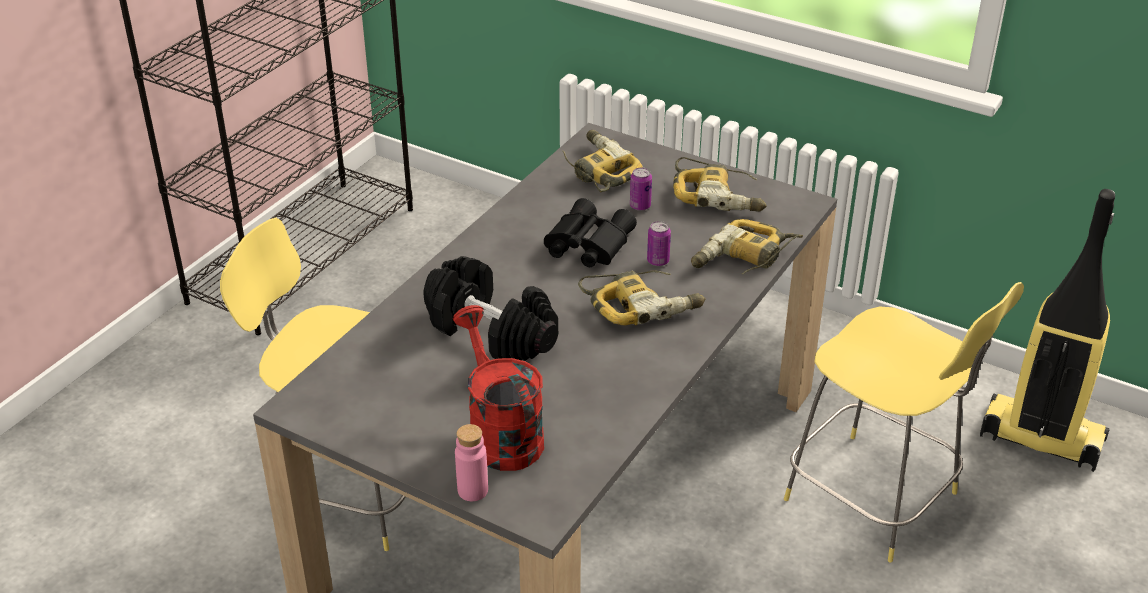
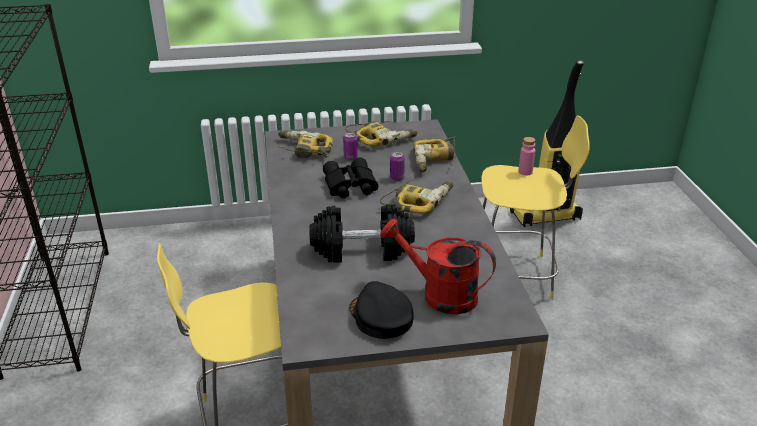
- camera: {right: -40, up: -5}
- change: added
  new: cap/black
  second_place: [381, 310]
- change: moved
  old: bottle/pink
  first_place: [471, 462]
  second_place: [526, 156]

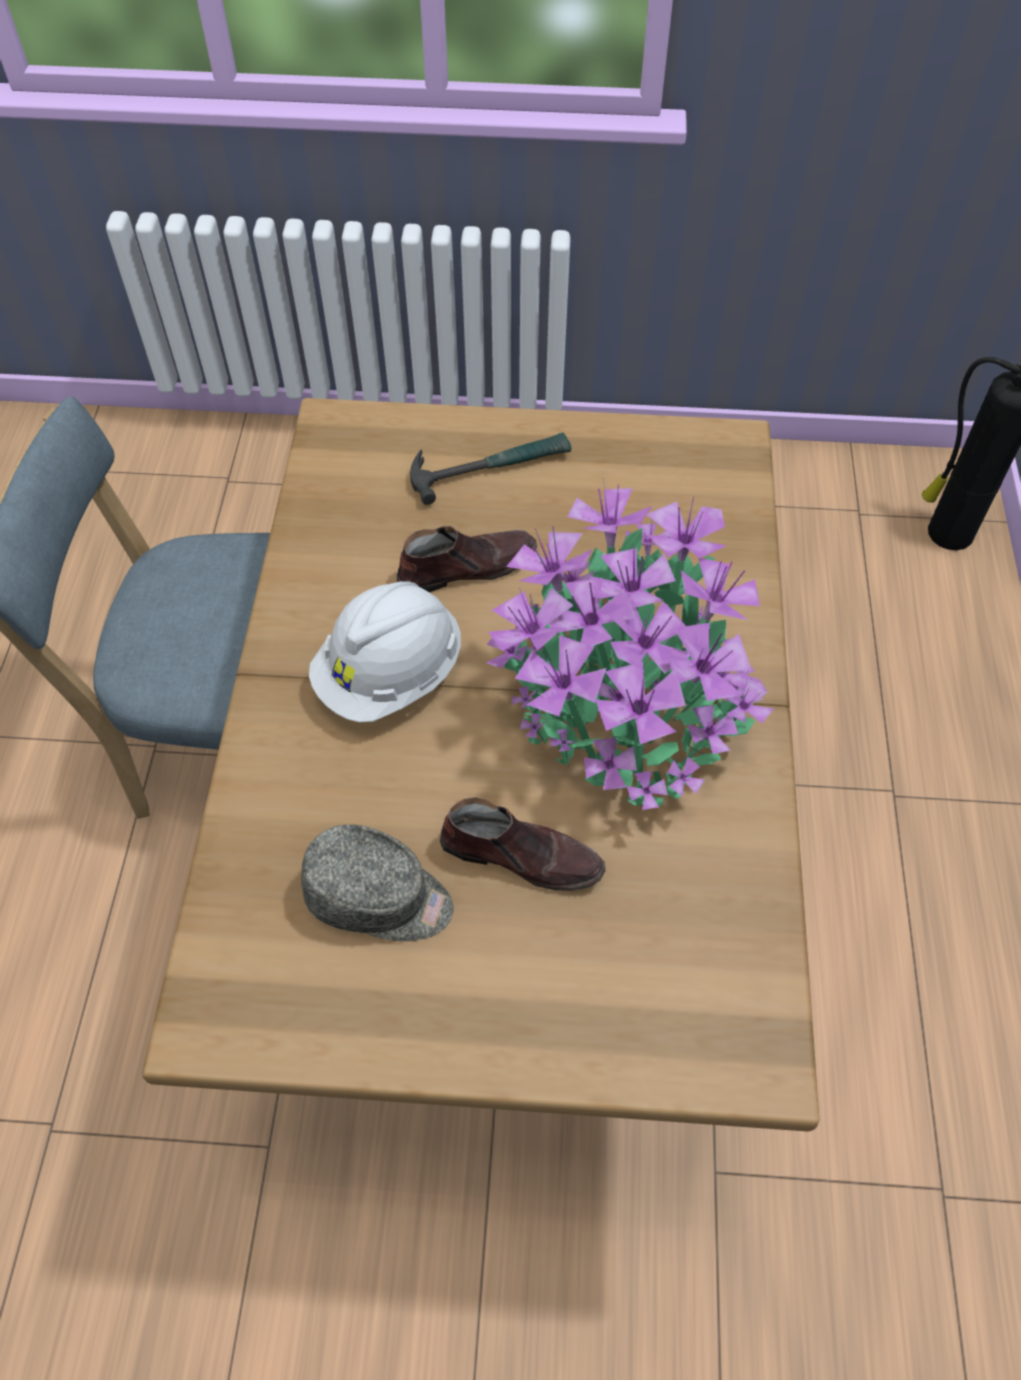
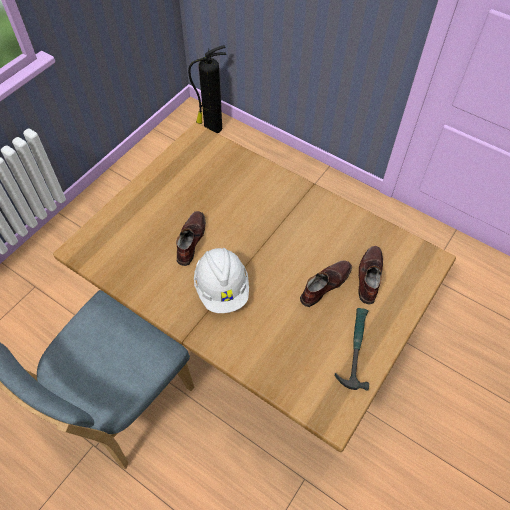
- camera: {right: -60, up: 0}
- change: moved
  old: hammer
  first_place: [490, 469]
  second_place: [351, 349]
- change: added
  new: shoe/brown
  second_place: [370, 275]
- change: removed
  old: cap/grey
  first_place: [377, 882]
- change: removed
  old: potted plant
  first_place: [629, 643]

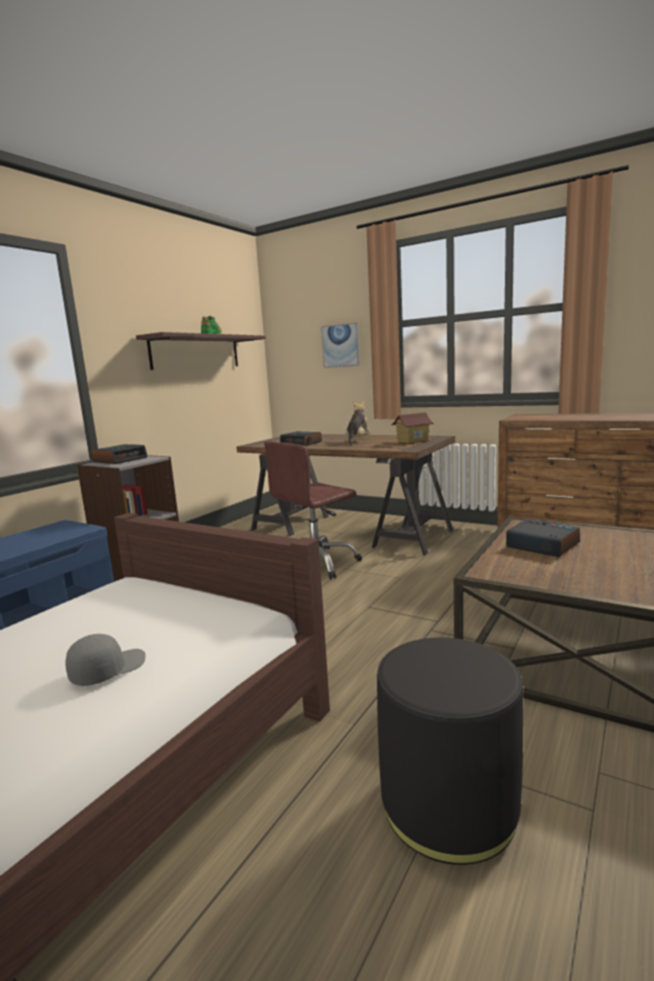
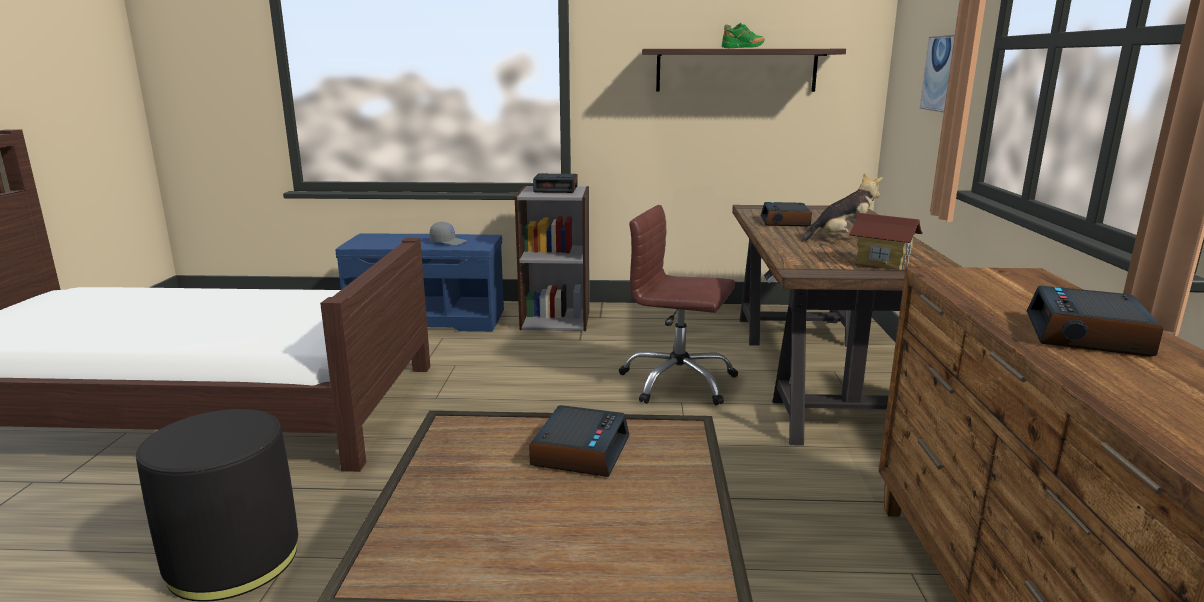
- camera: {right: 60, up: 5}
- change: moved
  old: cap/grey
  first_place: [106, 660]
  second_place: [448, 233]
- change: added
  new: alarm clock
  second_place: [1095, 321]

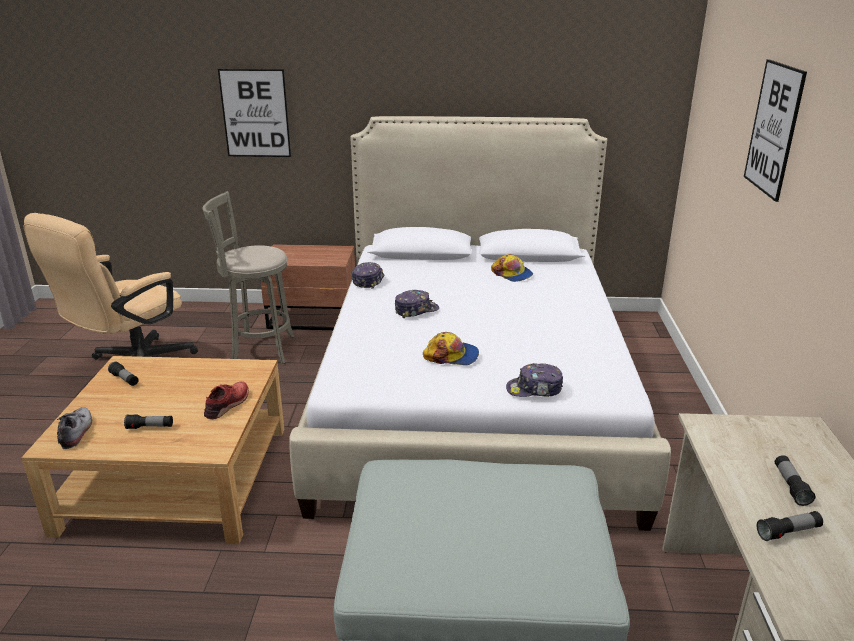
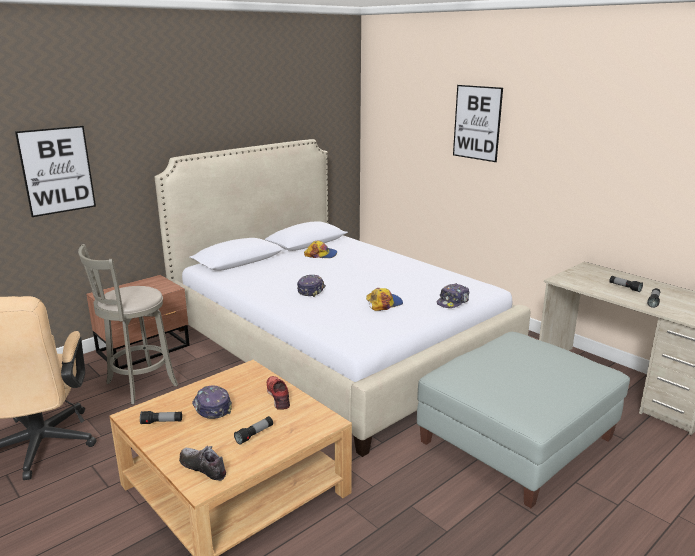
- camera: {right: -45, up: -5}
- change: moved
  old: cap
  first_place: [368, 275]
  second_place: [212, 402]

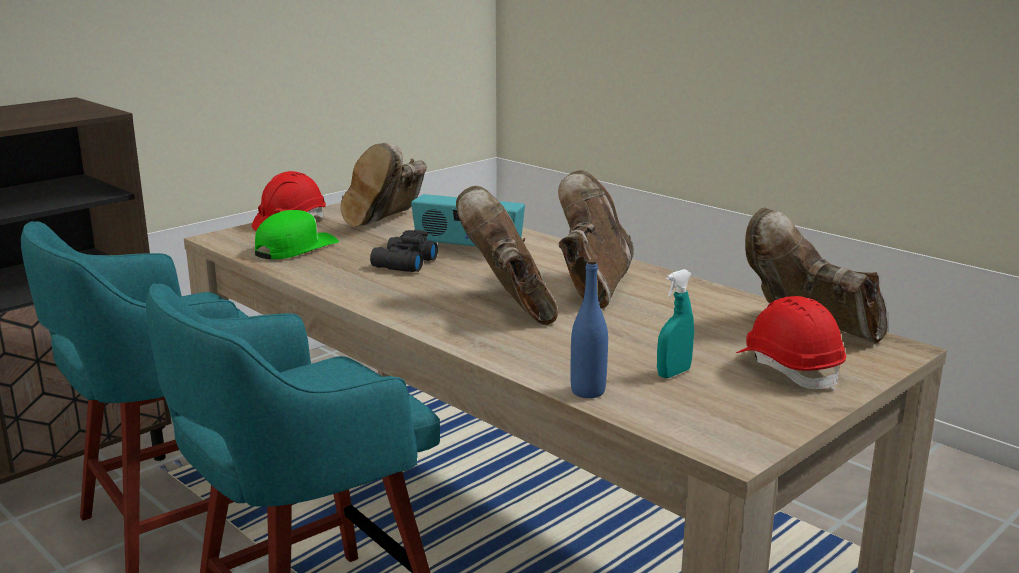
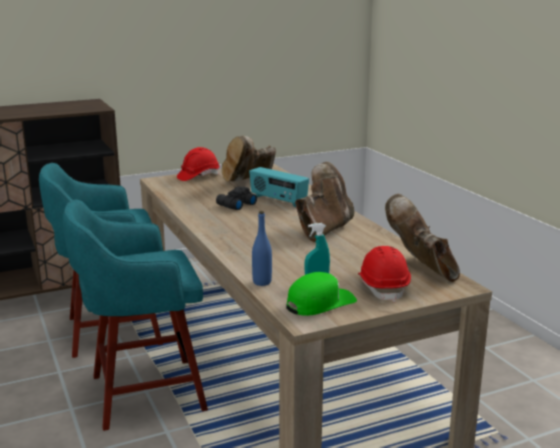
- camera: {right: 20, up: 0}
- change: moved
  old: cap/green
  first_place: [297, 234]
  second_place: [321, 294]
- change: removed
  old: boot/brown
  first_place: [507, 255]

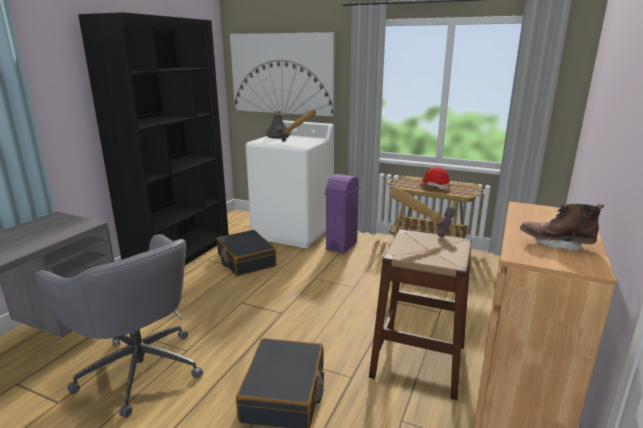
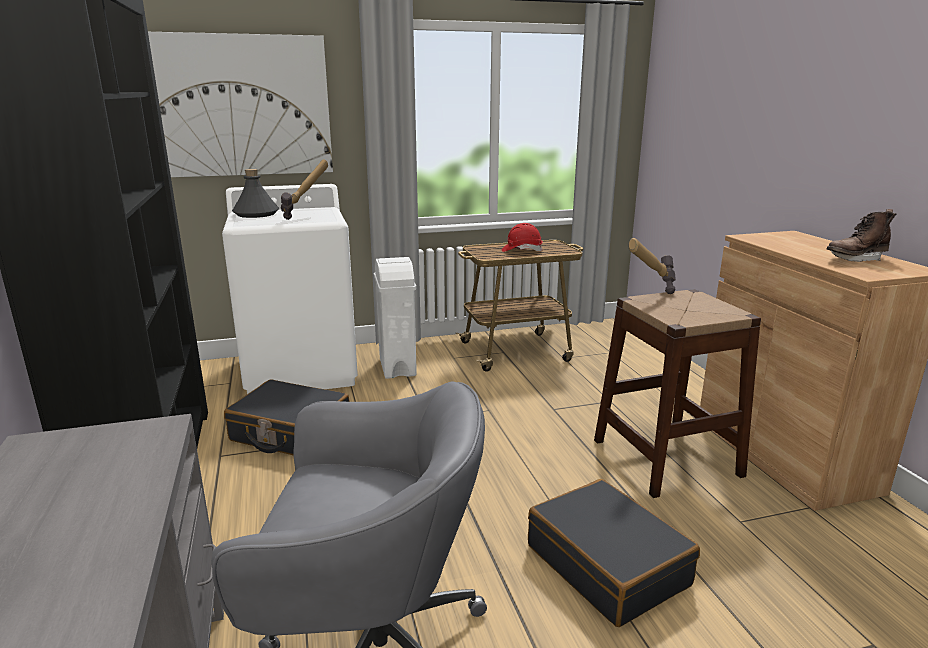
- camera: {right: -40, up: 0}
- change: recoloured
  old: trash can/purple
  new: trash can/white
  first_place: [342, 214]
  second_place: [395, 318]

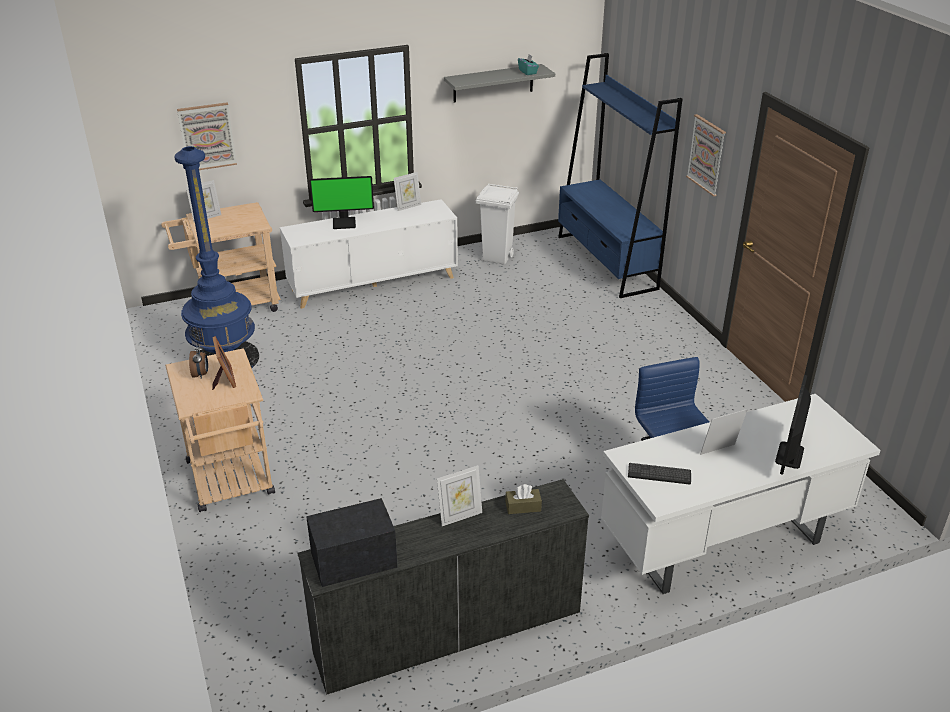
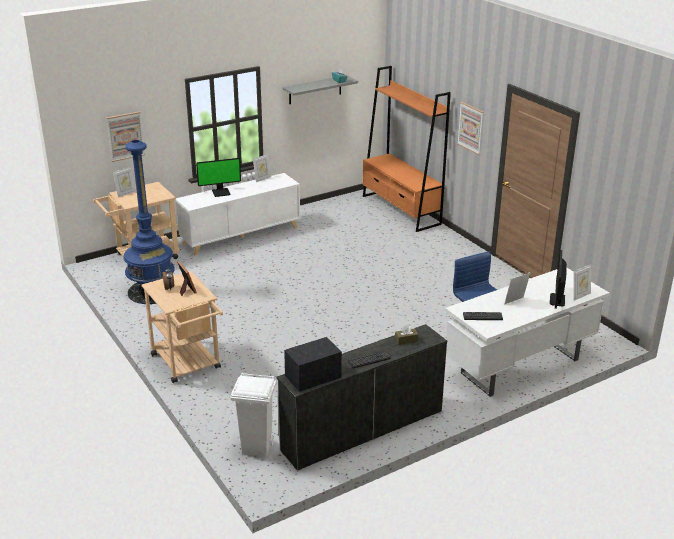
- camera: {right: -10, up: -5}
- change: moved
  old: trash can/white
  first_place: [497, 224]
  second_place: [253, 415]
- change: added
  new: keyboard
  second_place: [369, 359]
- change: recoloured
  old: bookcase/blue
  new: bookcase/orange
  first_place: [620, 175]
  second_place: [407, 149]
- change: moved
  old: picture frame
  first_place: [459, 495]
  second_place: [582, 282]

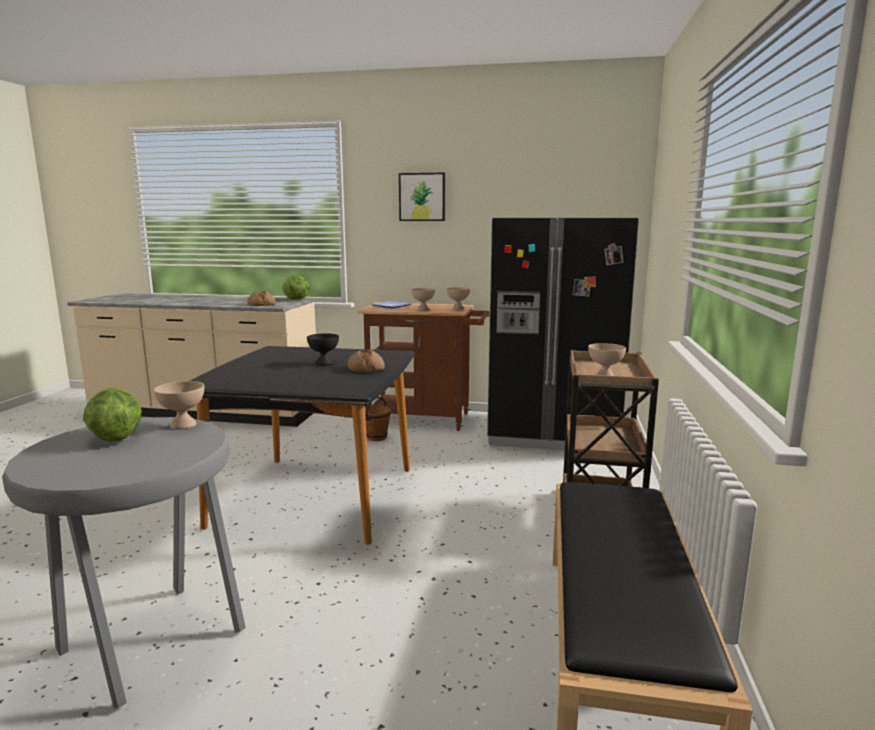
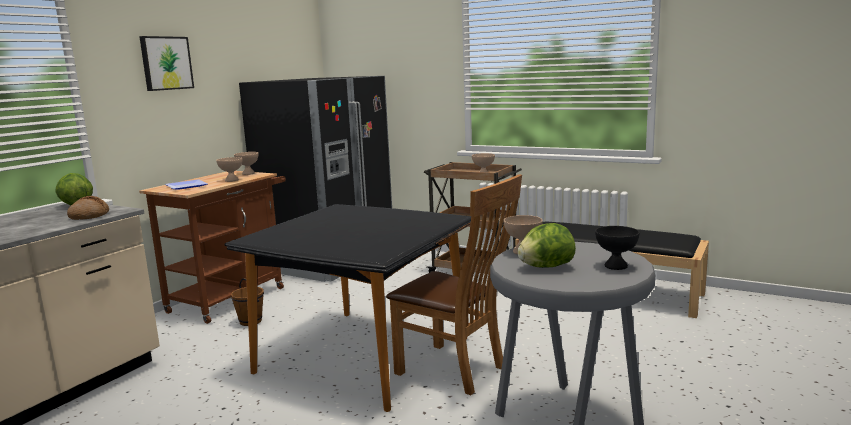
- camera: {right: -70, up: 0}
- change: added
  new: chair/brown
  second_place: [454, 284]
- change: moved
  old: bowl/black
  first_place: [323, 349]
  second_place: [617, 248]
- change: removed
  old: bread
  first_place: [366, 361]

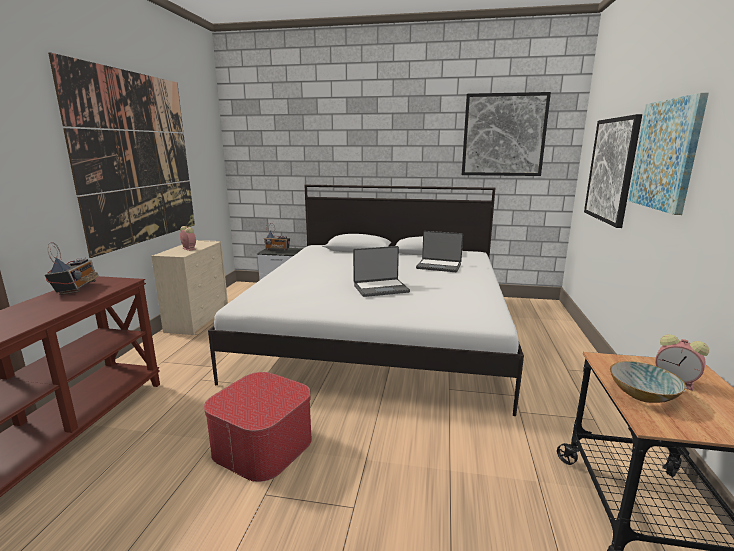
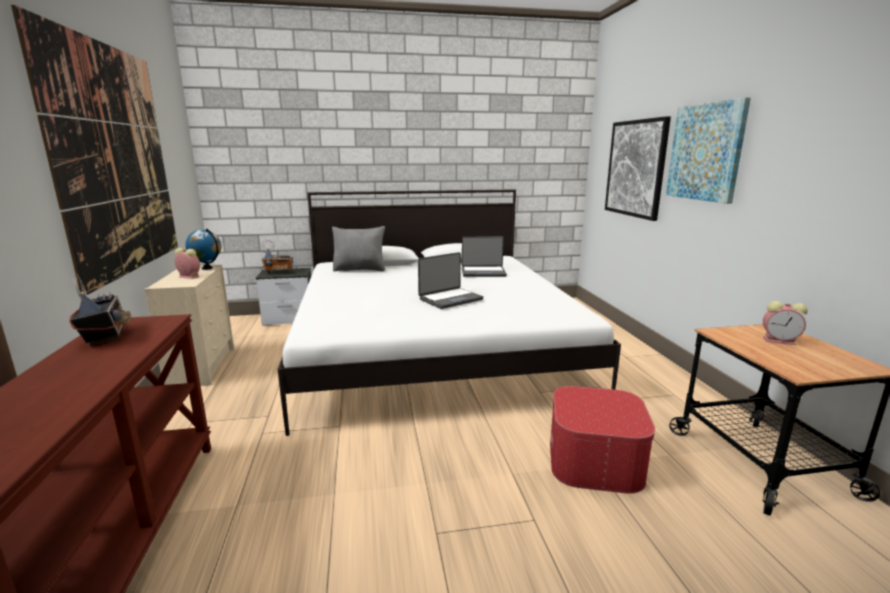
- camera: {right: -20, up: 0}
- change: added
  new: globe
  second_place: [203, 249]
- change: added
  new: pillow/grey
  second_place: [358, 248]
- change: moved
  old: ottoman
  first_place: [258, 427]
  second_place: [602, 440]
- change: removed
  old: picture
  first_place: [506, 134]
- change: removed
  old: bowl
  first_place: [648, 382]

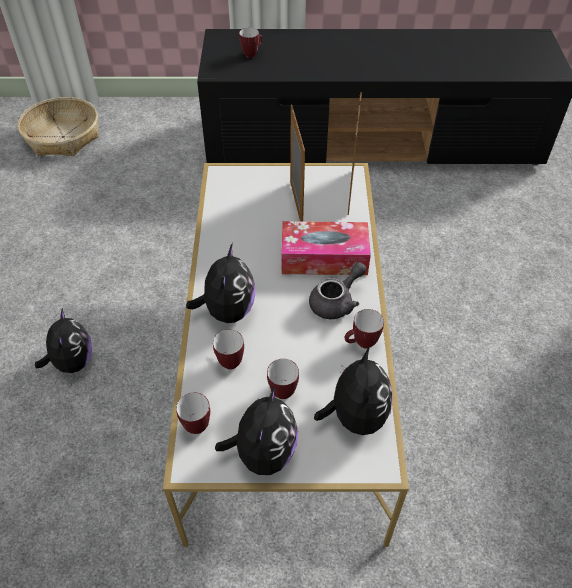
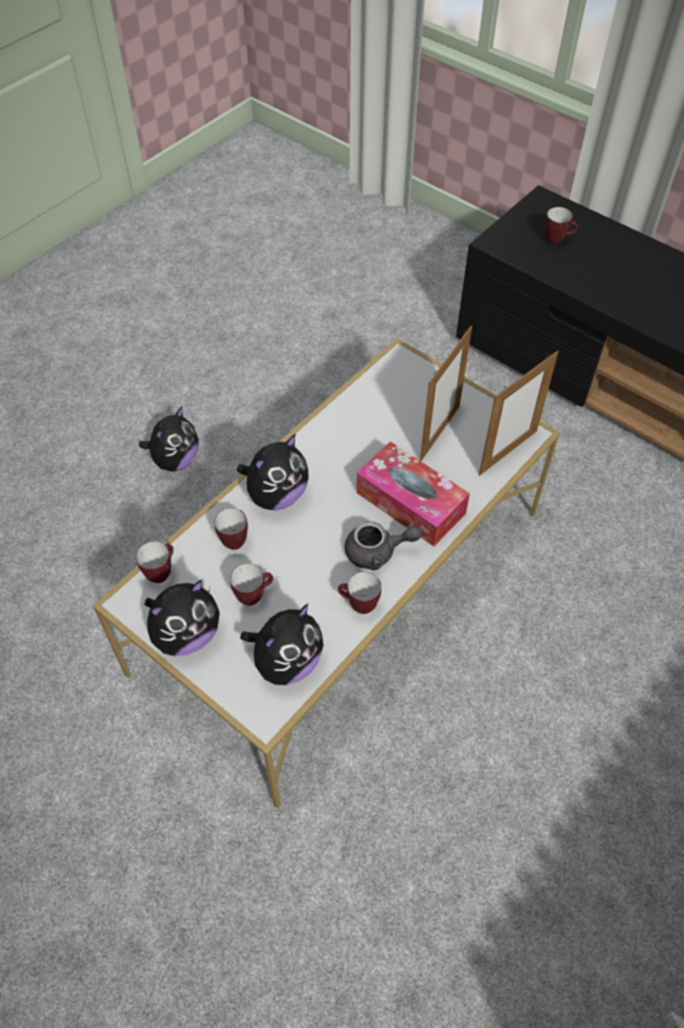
- camera: {right: 40, up: 5}
- change: removed
  old: basket
  first_place: [58, 126]

